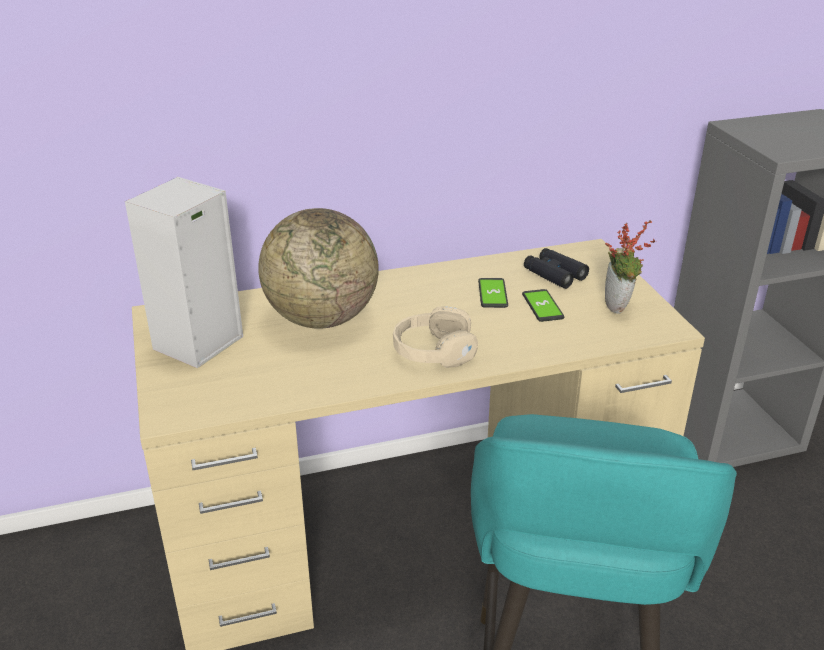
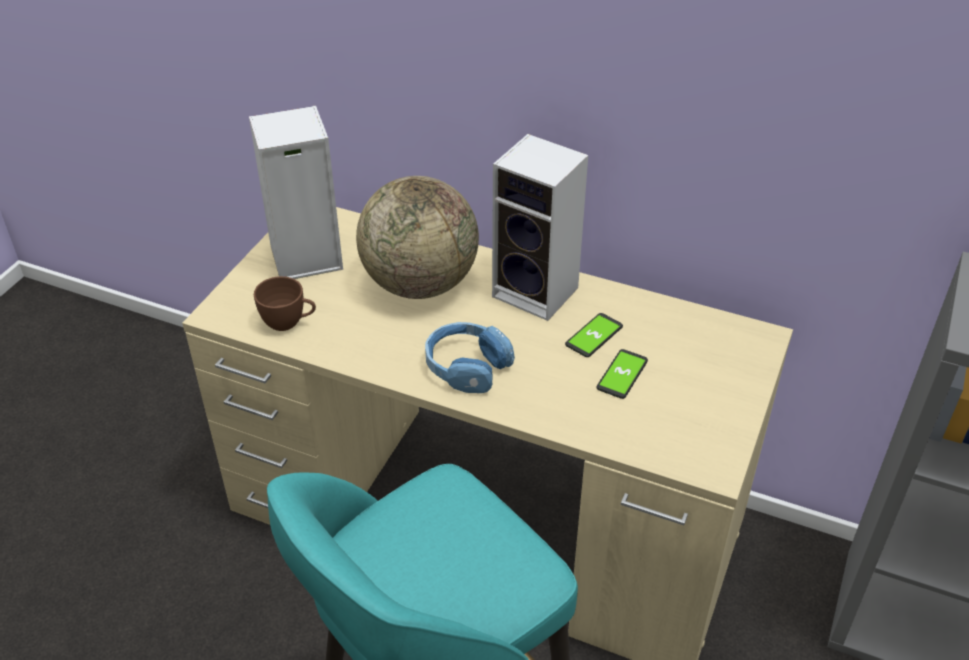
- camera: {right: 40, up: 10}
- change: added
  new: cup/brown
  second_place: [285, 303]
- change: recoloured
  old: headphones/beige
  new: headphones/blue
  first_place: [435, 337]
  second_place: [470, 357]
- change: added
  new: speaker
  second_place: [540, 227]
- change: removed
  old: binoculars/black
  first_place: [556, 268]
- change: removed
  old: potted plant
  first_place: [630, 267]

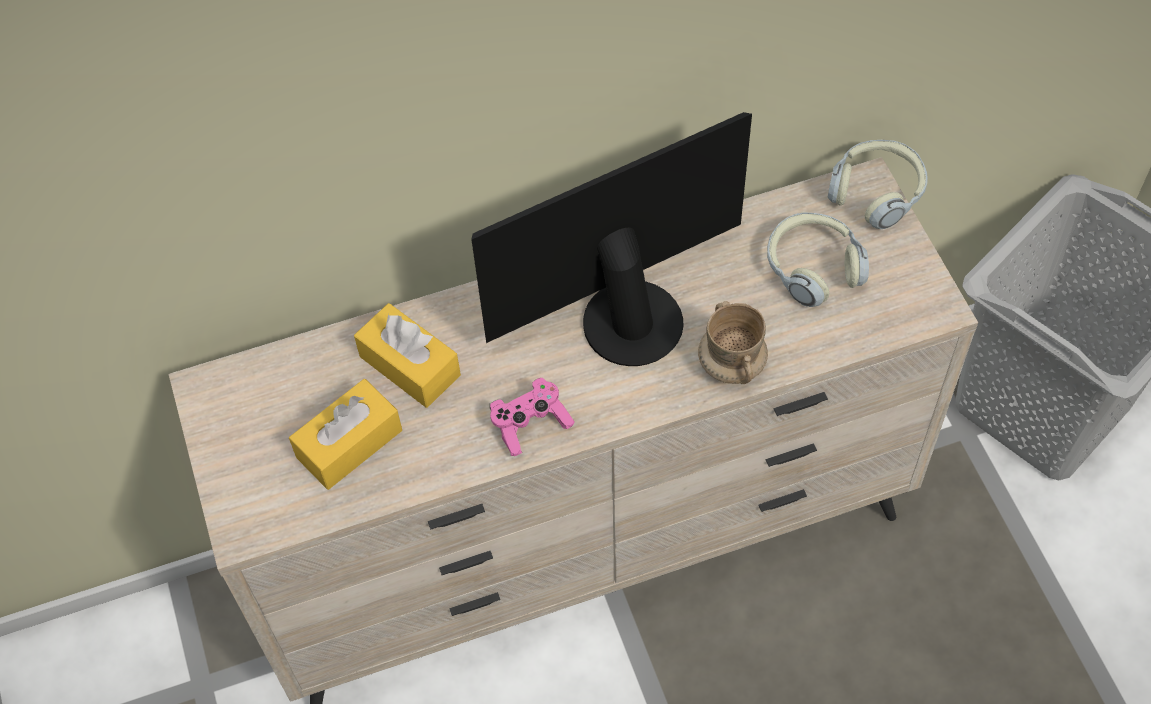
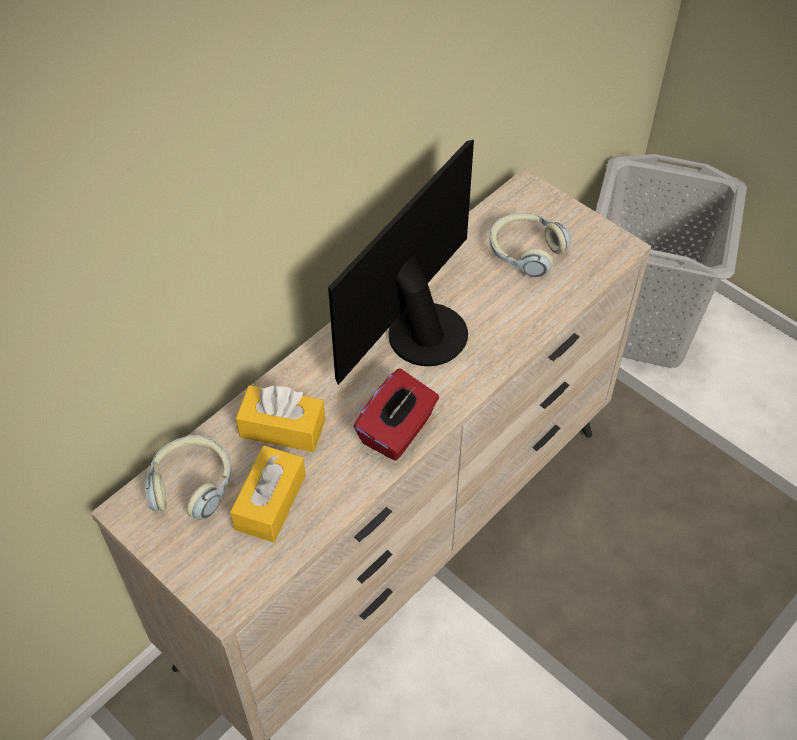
- camera: {right: -30, up: -5}
- change: moved
  old: headphones
  first_place: [878, 184]
  second_place: [187, 477]
- change: replaced
  old: game controller/pink
  new: tissue box/red
  first_place: [532, 417]
  second_place: [396, 414]
- change: removed
  old: mug/beige
  first_place: [733, 342]

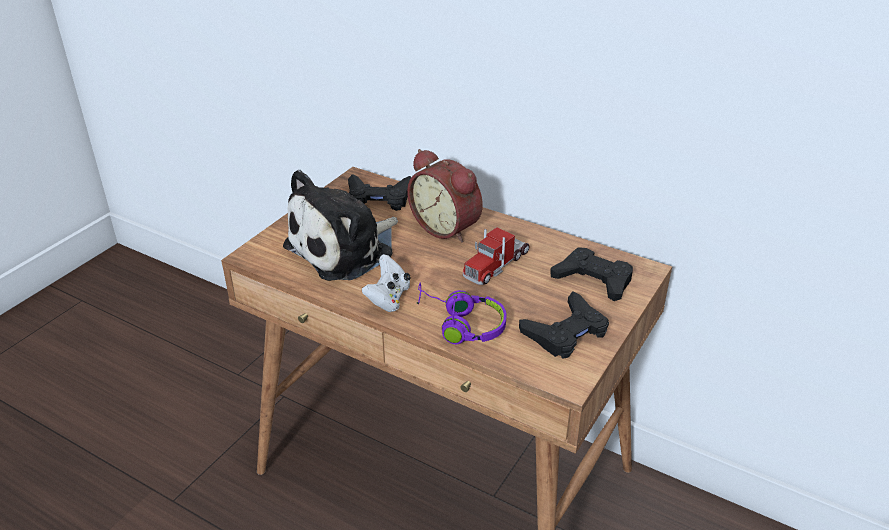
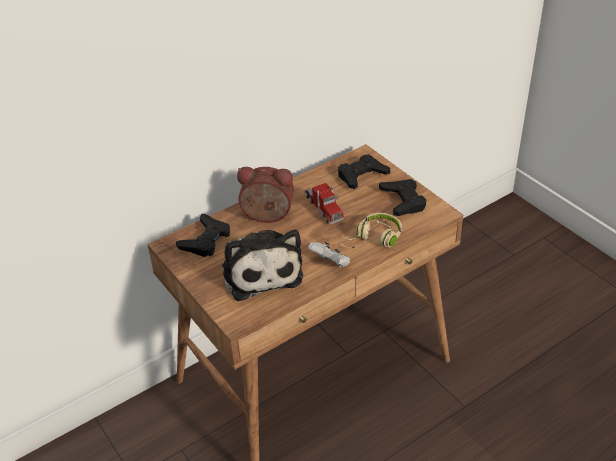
- camera: {right: -65, up: 5}
- change: turned
  old: alarm clock
  first_place: [445, 196]
  second_place: [265, 195]
  degrees: -150
- change: recoloured
  old: headphones/purple
  new: headphones/beige
  first_place: [461, 313]
  second_place: [371, 231]

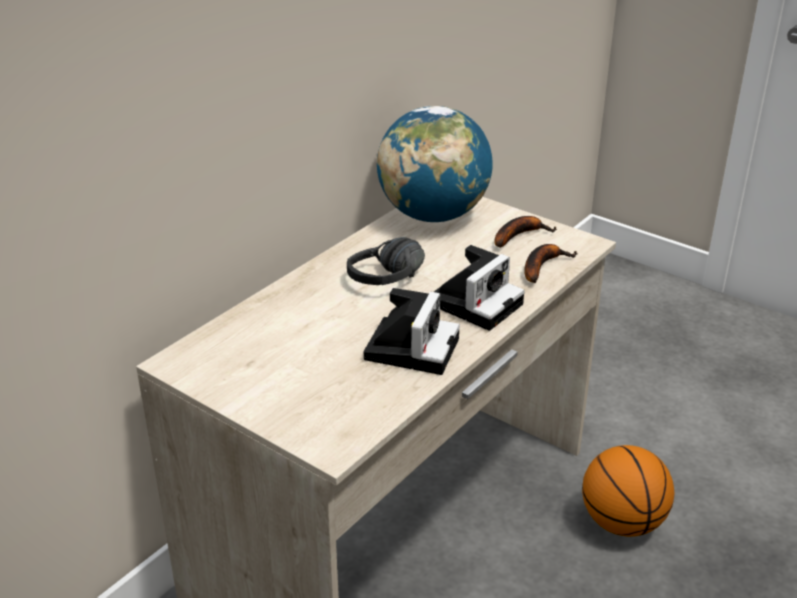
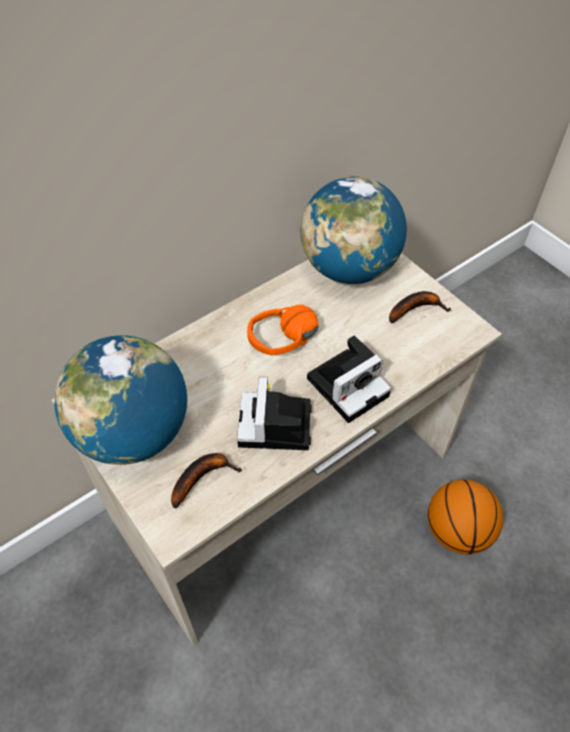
- camera: {right: 15, up: 20}
- change: added
  new: globe
  second_place: [120, 400]
- change: moved
  old: banana
  first_place: [550, 263]
  second_place: [206, 481]
- change: turned
  old: photo camera
  first_place: [411, 331]
  second_place: [274, 413]
  degrees: 150
- change: recoloured
  old: headphones/black
  new: headphones/orange
  first_place: [386, 261]
  second_place: [283, 329]

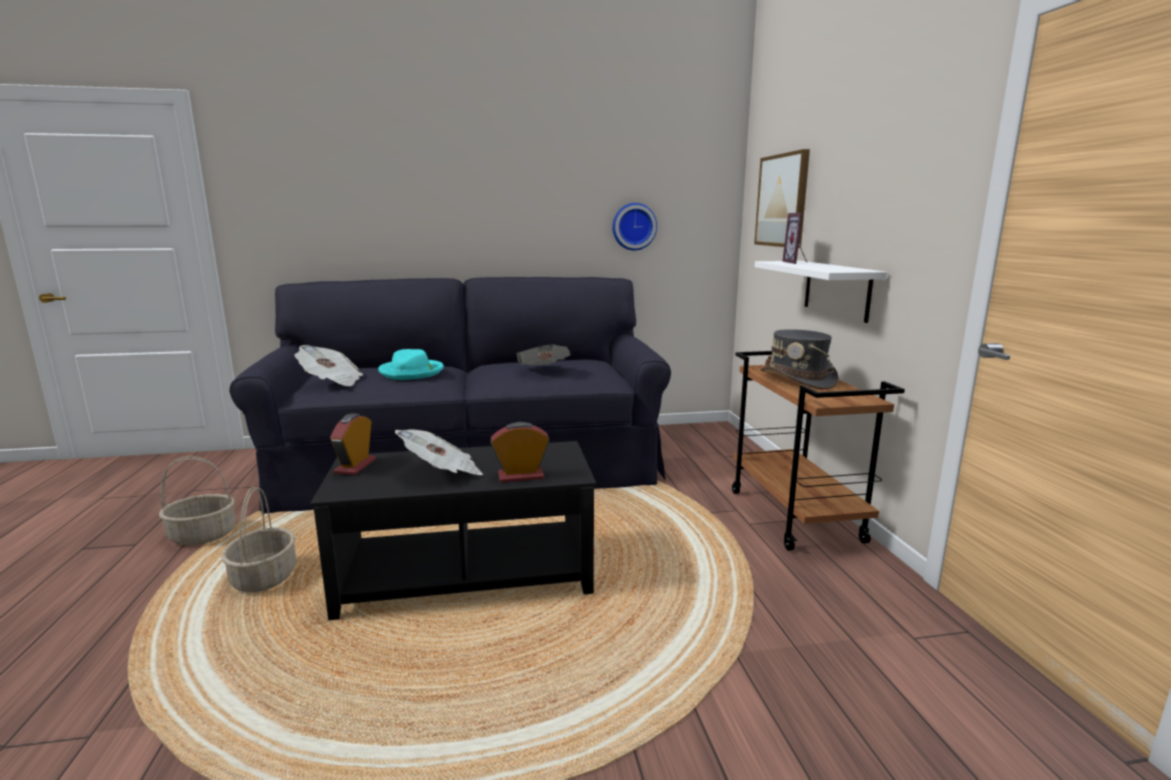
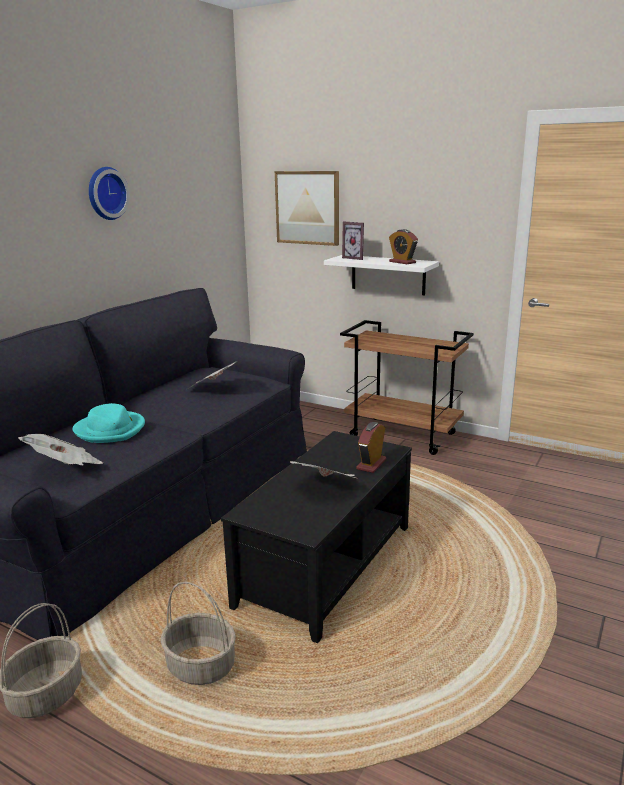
- camera: {right: -50, up: 5}
- change: moved
  old: wall clock
  first_place: [634, 226]
  second_place: [109, 193]
- change: moved
  old: alarm clock
  first_place: [353, 444]
  second_place: [403, 246]
- change: removed
  old: hat/grey
  first_place: [799, 359]

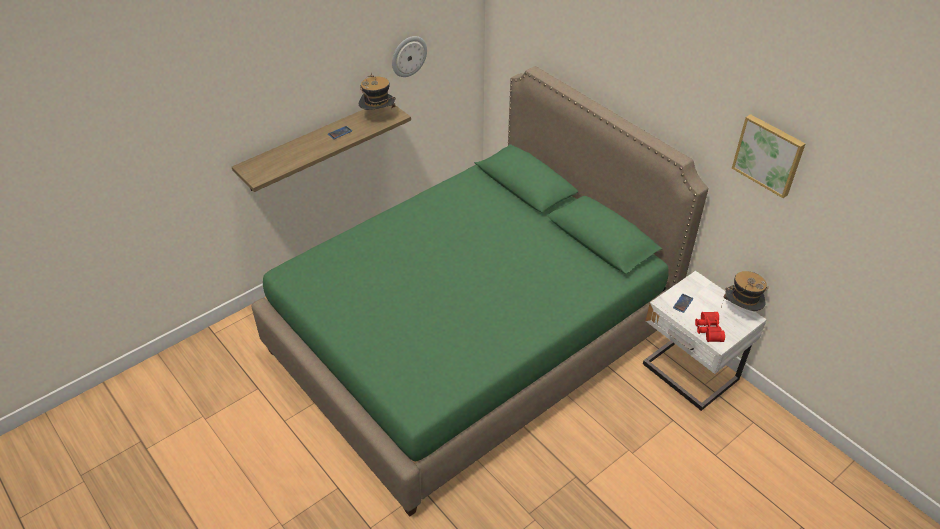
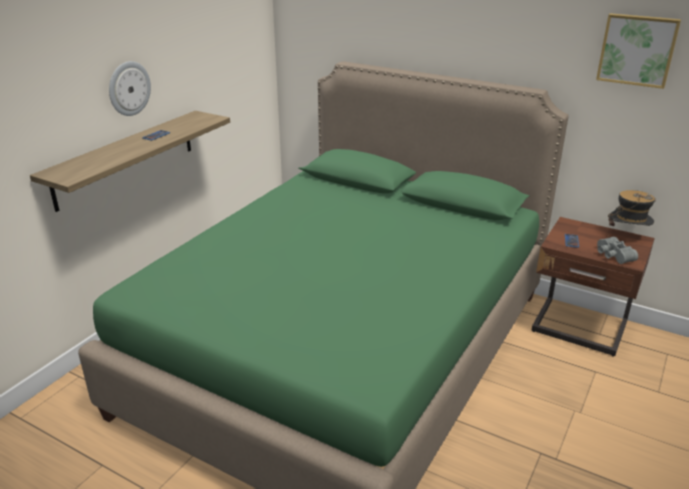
- camera: {right: -20, up: -15}
- change: moved
  old: wall clock
  first_place: [409, 56]
  second_place: [130, 88]
- change: recoloured
  old: nightstand/white
  new: nightstand/brown
  first_place: [705, 341]
  second_place: [593, 287]
- change: recoloured
  old: binoculars/red
  new: binoculars/grey
  first_place: [710, 327]
  second_place: [617, 250]
- change: removed
  old: hat
  first_place: [377, 91]

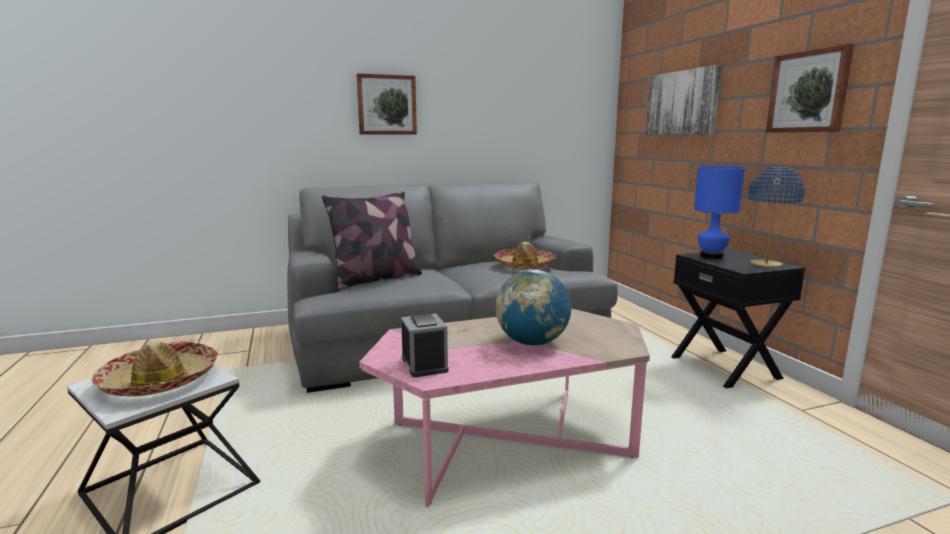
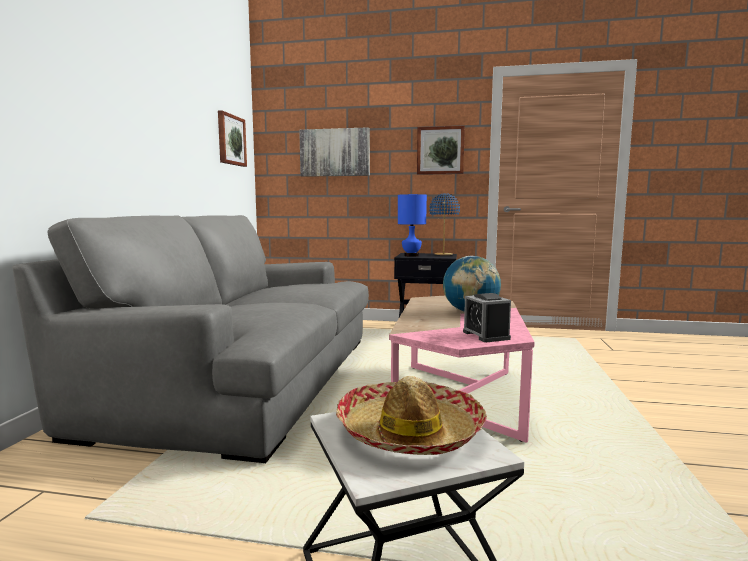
- camera: {right: -60, up: -5}
- change: moved
  old: picture
  first_place: [386, 104]
  second_place: [232, 138]
- change: turned
  old: alarm clock
  first_place: [424, 345]
  second_place: [487, 317]
  degrees: -120
- change: removed
  old: pillow
  first_place: [372, 240]
- change: removed
  old: hat
  first_place: [525, 256]

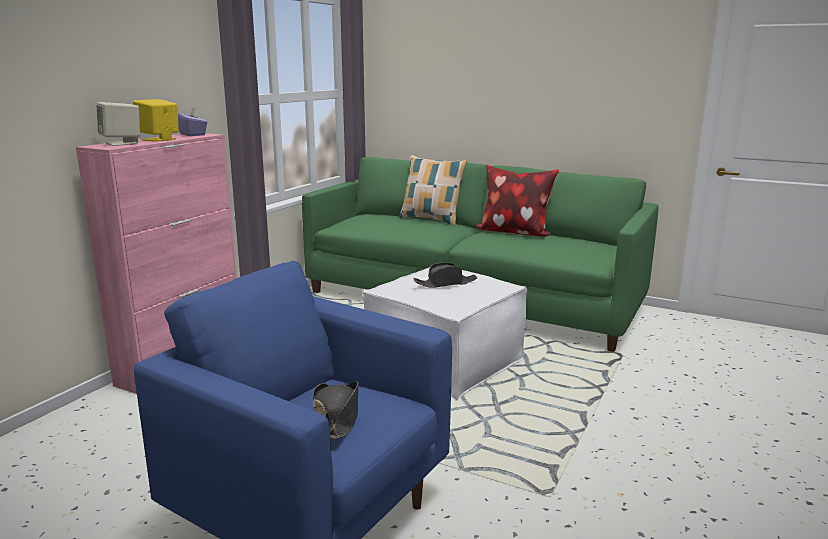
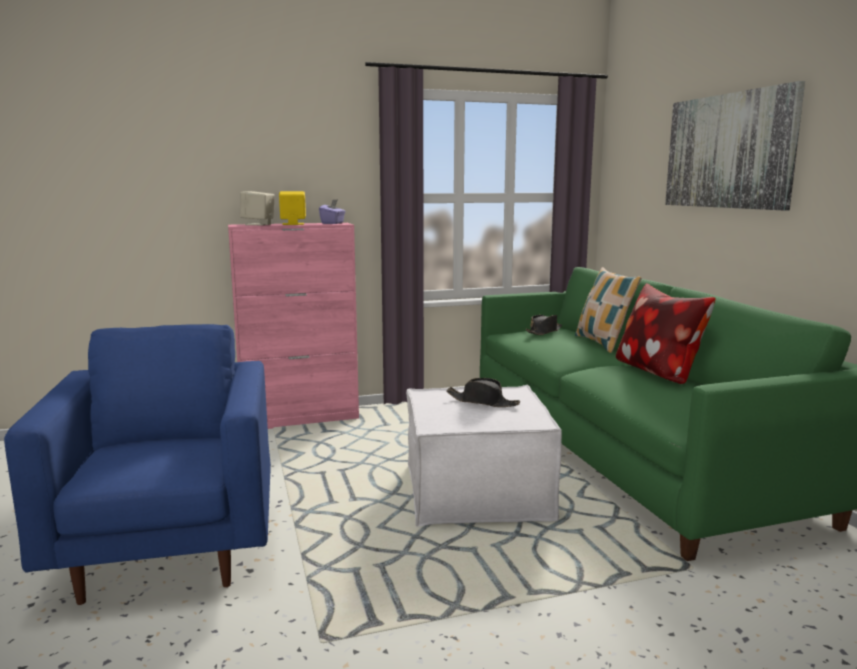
- camera: {right: 45, up: -5}
- change: moved
  old: hat/black
  first_place: [335, 410]
  second_place: [543, 325]
- change: added
  new: picture
  second_place: [735, 146]

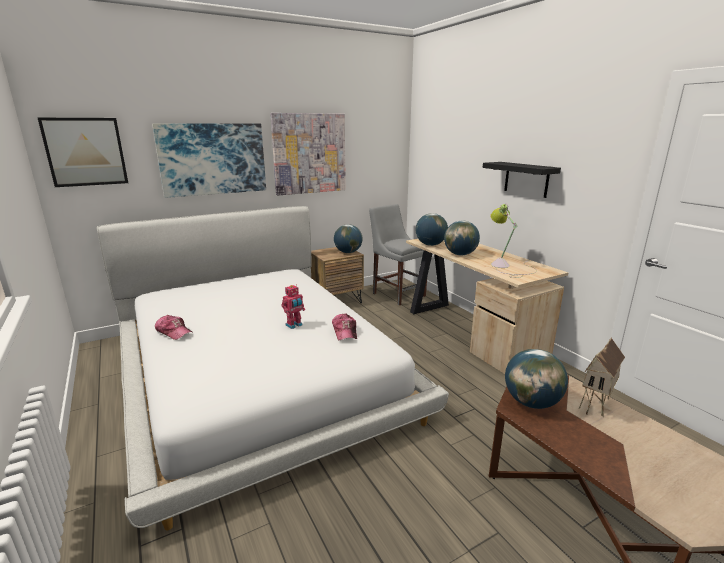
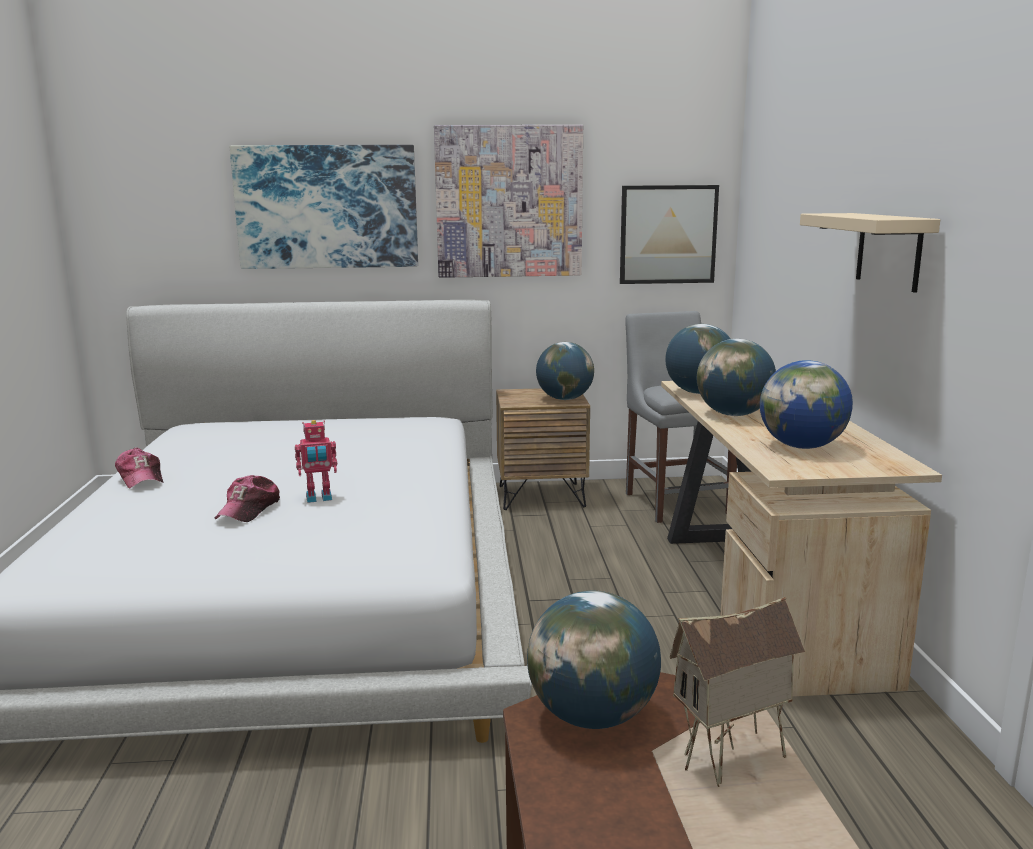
- camera: {right: 25, up: -5}
- change: moved
  old: cap
  first_place: [344, 327]
  second_place: [247, 498]
- change: moved
  old: picture
  first_place: [83, 152]
  second_place: [669, 234]
- change: replaced
  old: table lamp
  new: globe
  first_place: [513, 241]
  second_place: [806, 404]
- change: recoloured
  old: shelf/black
  new: shelf/beige
  first_place: [521, 180]
  second_place: [870, 253]

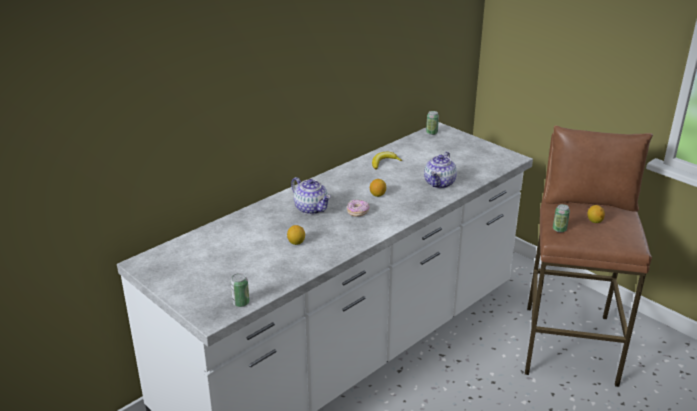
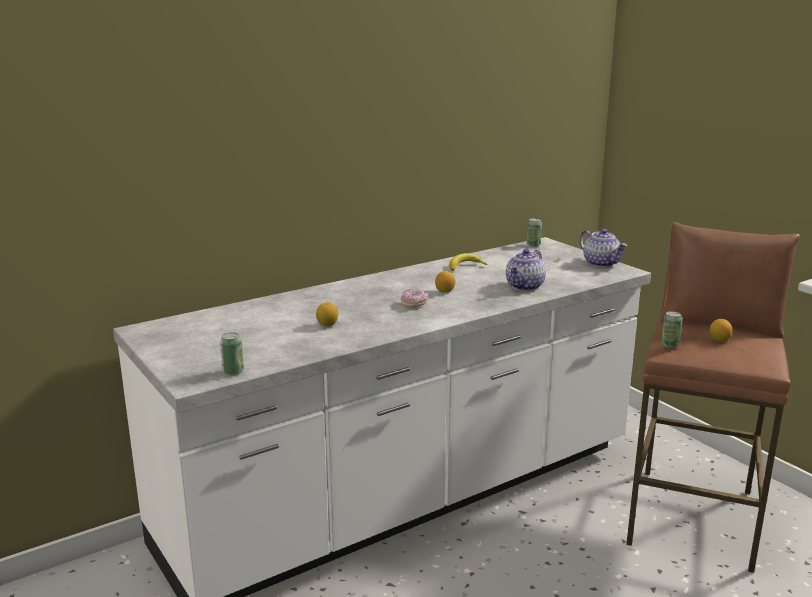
- camera: {right: 10, up: -10}
- change: moved
  old: teapot
  first_place: [311, 196]
  second_place: [603, 248]

